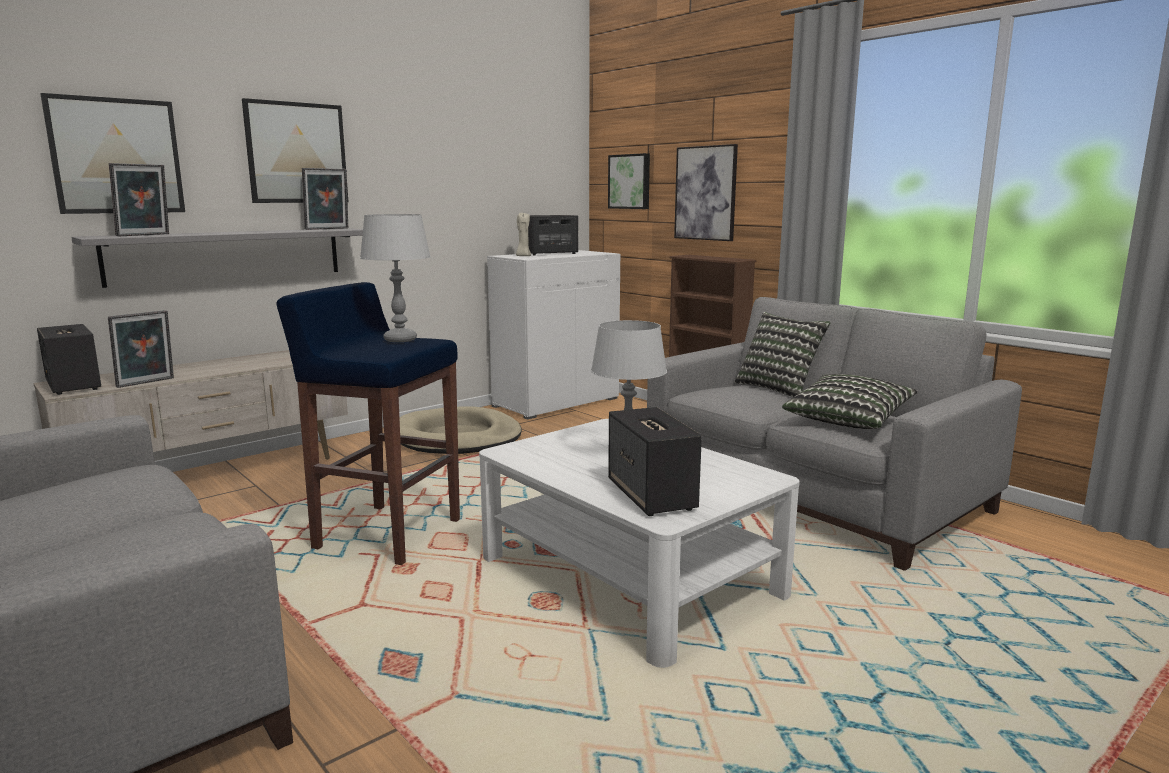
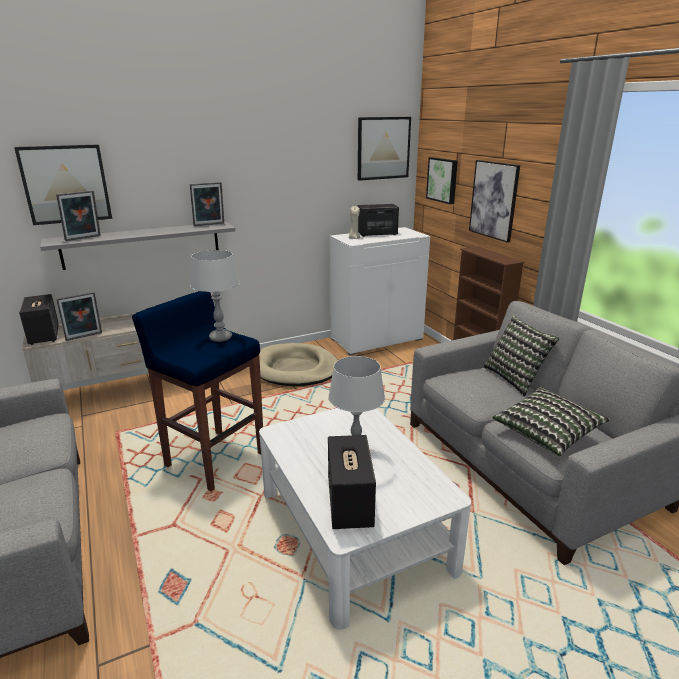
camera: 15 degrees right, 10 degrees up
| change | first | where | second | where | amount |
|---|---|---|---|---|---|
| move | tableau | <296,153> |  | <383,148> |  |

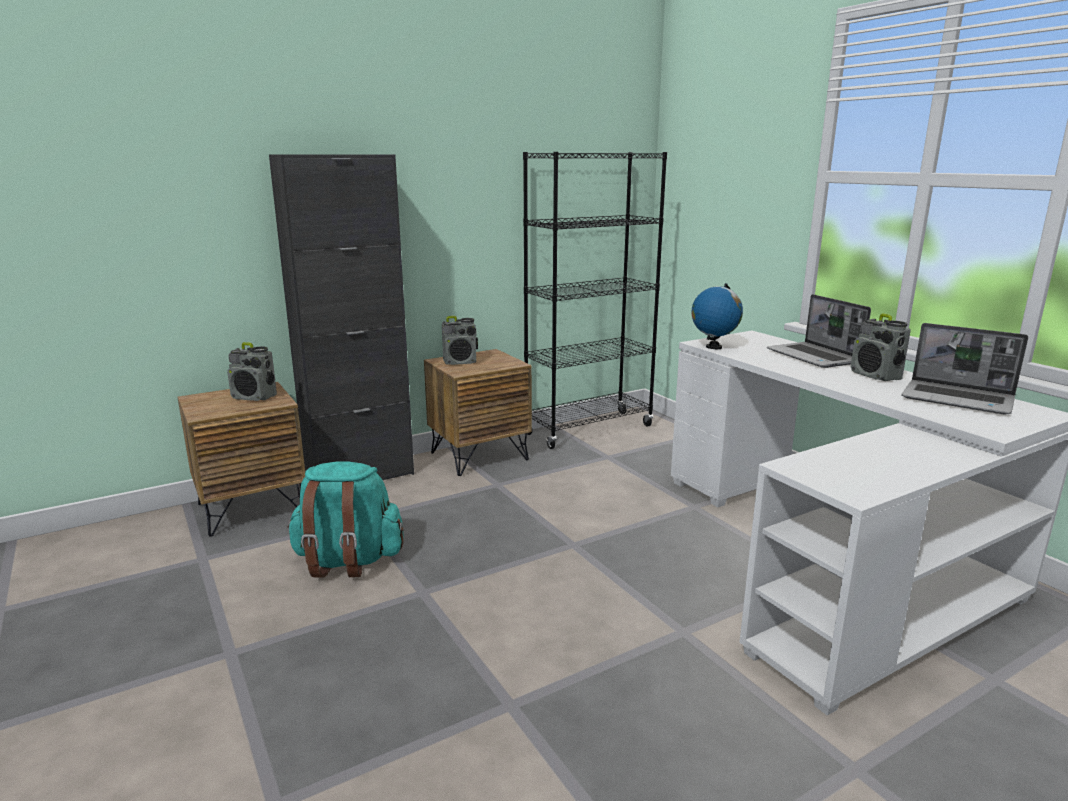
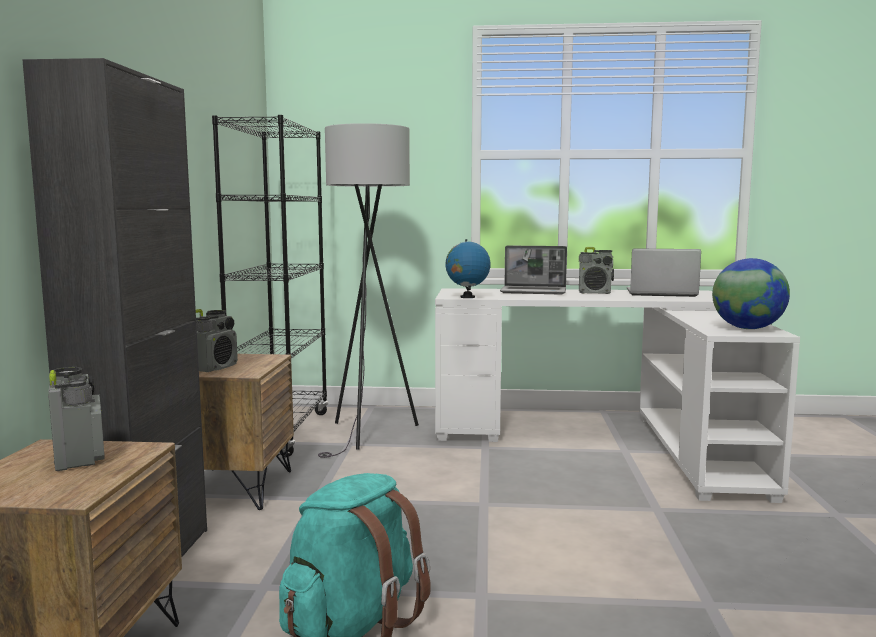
camera: 55 degrees left, 10 degrees down
| change | first | where | second | where | amount |
|---|---|---|---|---|---|
| rotate | radio | <254,397> |  | <79,458> | 75 degrees counterclockwise |
| insert |  |  | lampadaire [gris] | <369,435> |  |
| rotate | ordinateur portable | <959,399> |  | <660,293> | 150 degrees counterclockwise |
| insert |  |  | globe | <747,328> |  |

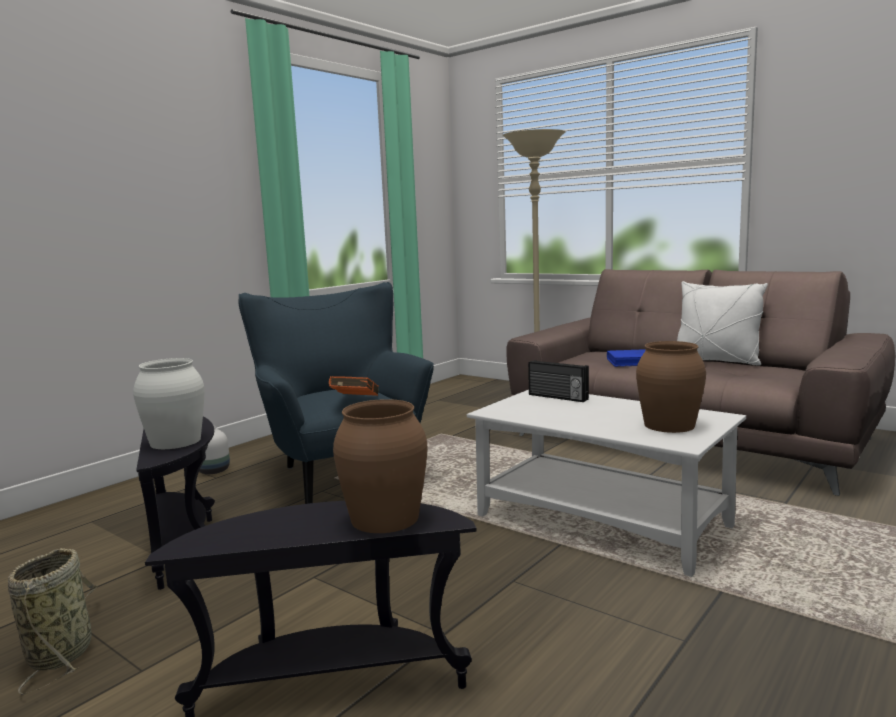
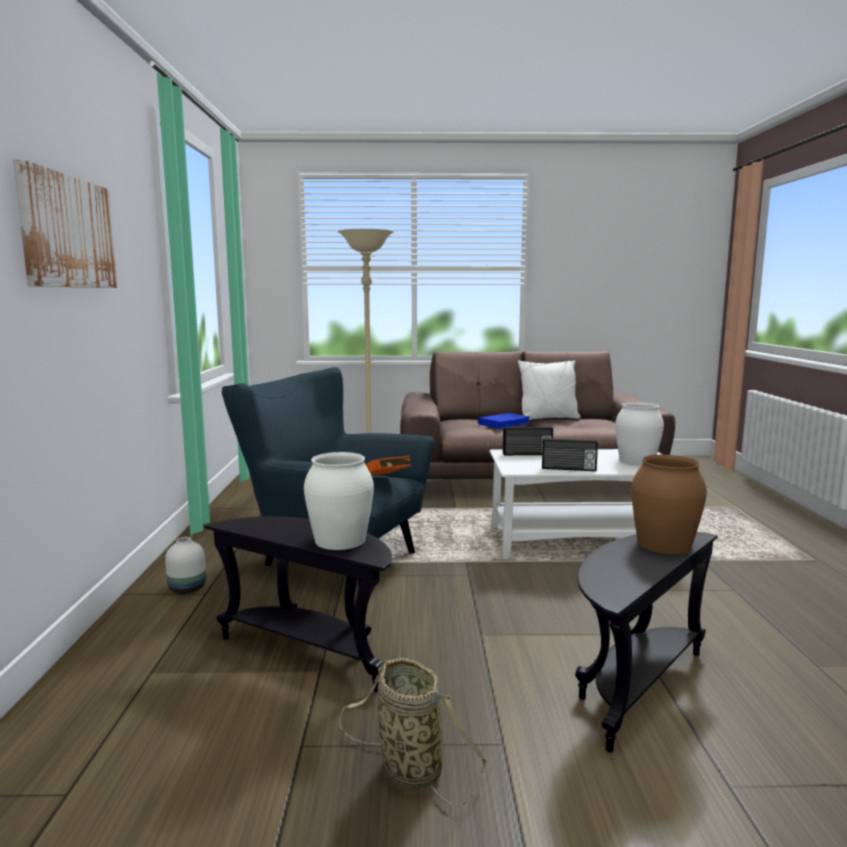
camera: 40 degrees left, 0 degrees up
| change | first | where | second | where | amount |
|---|---|---|---|---|---|
| insert |  |  | tableau | <68,232> |  |
| insert |  |  | radio | <568,469> |  |
| recolor | vase [marron] | <669,425> | vase [blanc] | <636,460> |  |

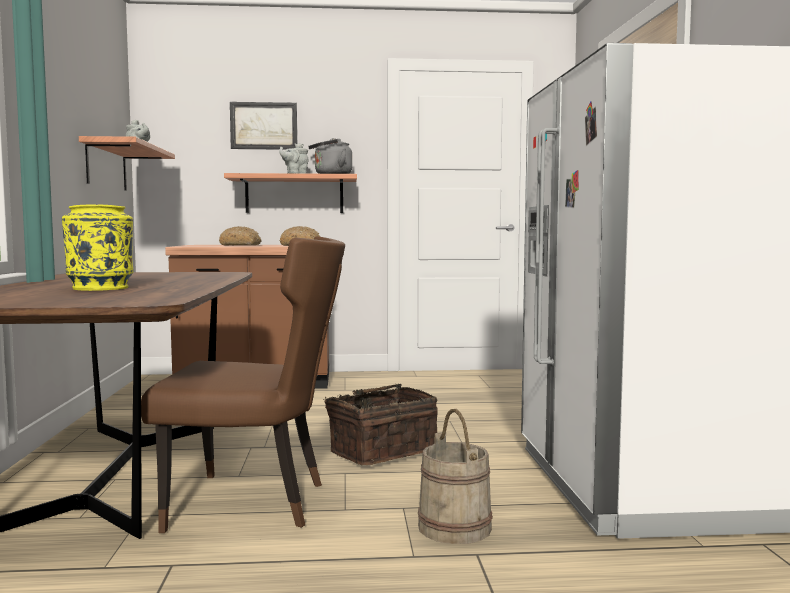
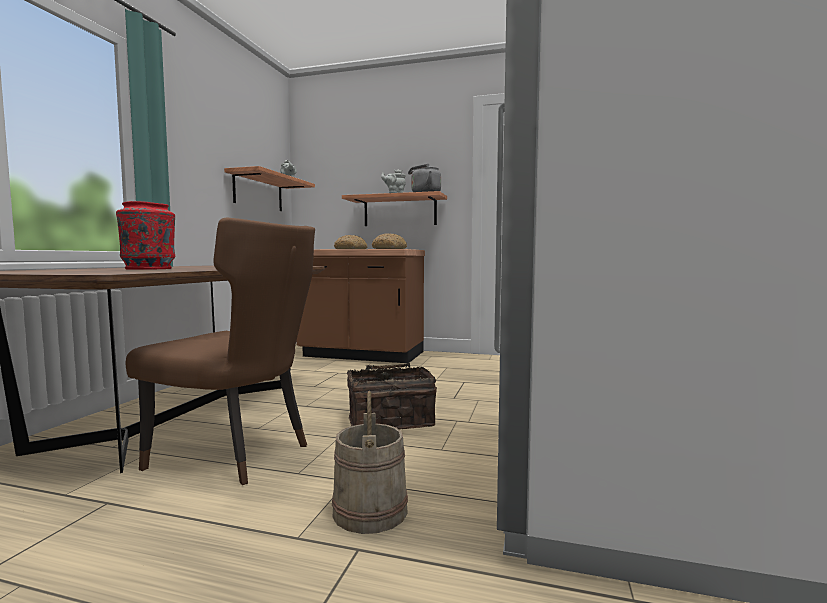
camera: 20 degrees right, 0 degrees up
| change | first | where | second | where | amount |
|---|---|---|---|---|---|
| recolor | vase [jaune] | <100,288> | vase [rouge] | <149,269> |  |
| delete | tableau | <263,126> |  |  |  |

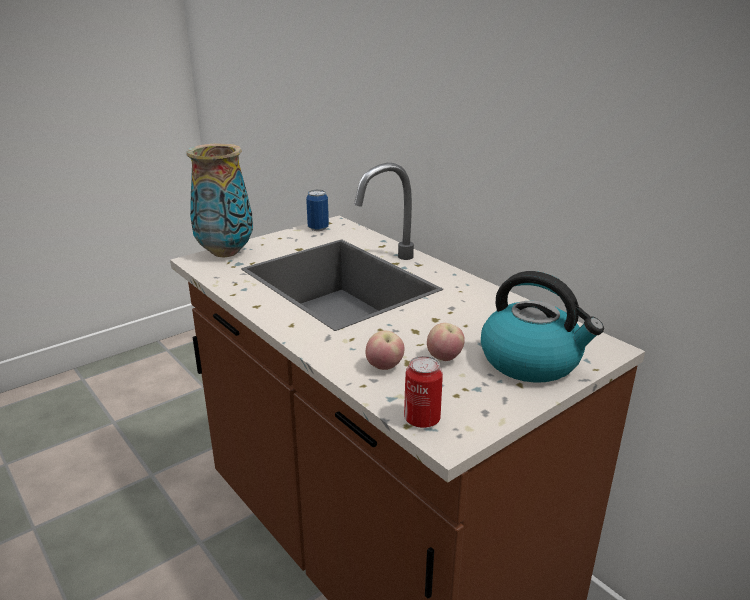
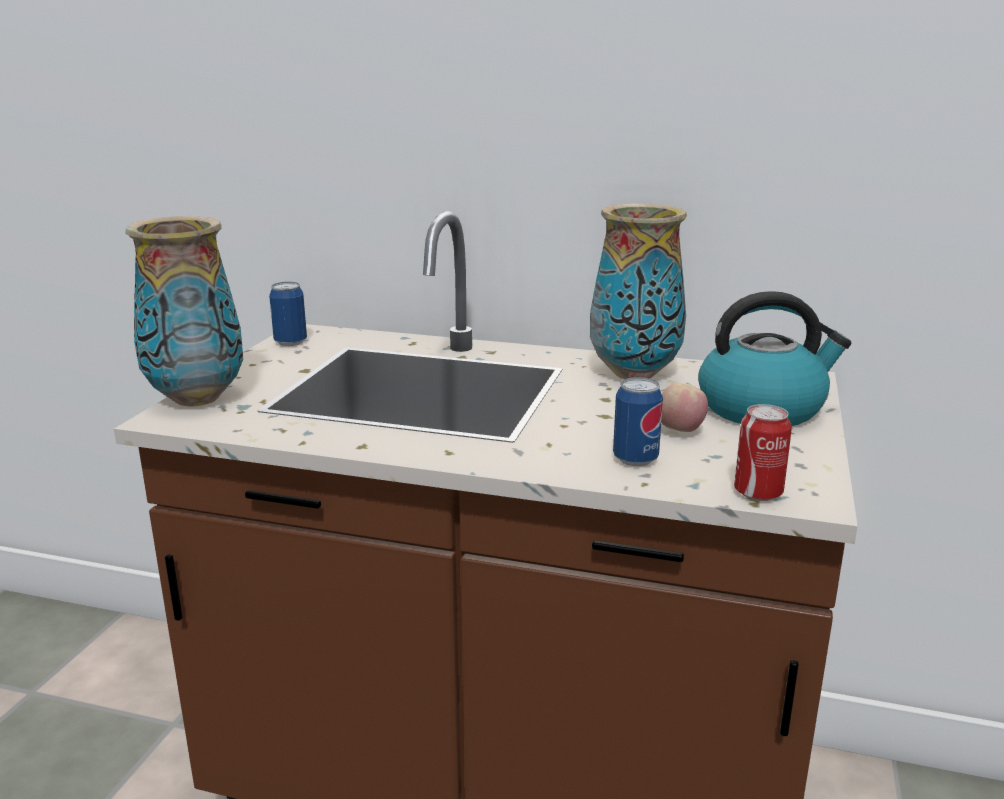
camera: 35 degrees left, 5 degrees down
| change | first | where | second | where | amount |
|---|---|---|---|---|---|
| insert |  |  | vase | <635,373> |  |
| replace | pomme | <384,367> | boîte métallique | <635,459> |  |

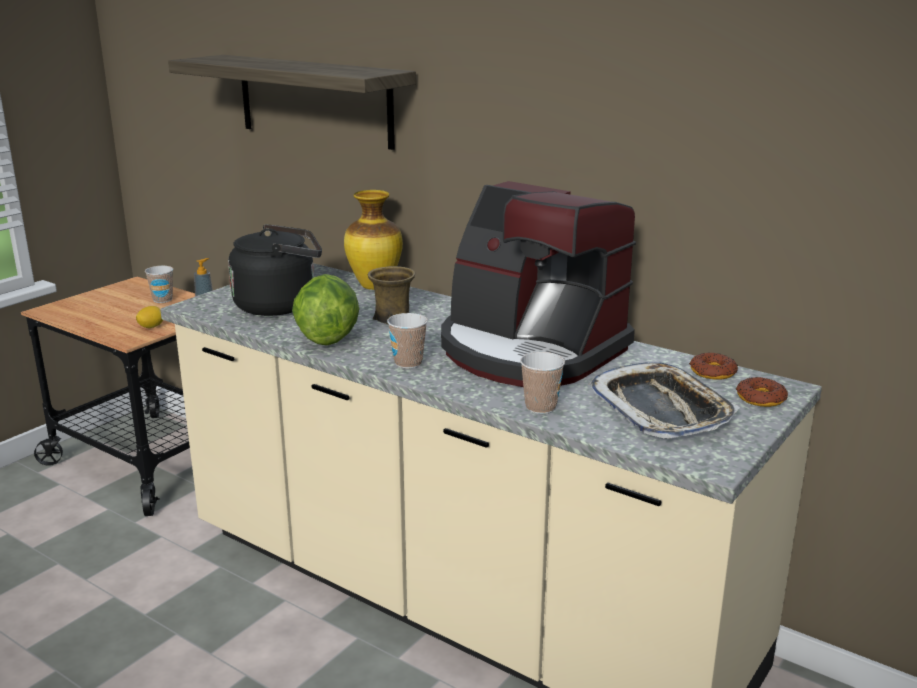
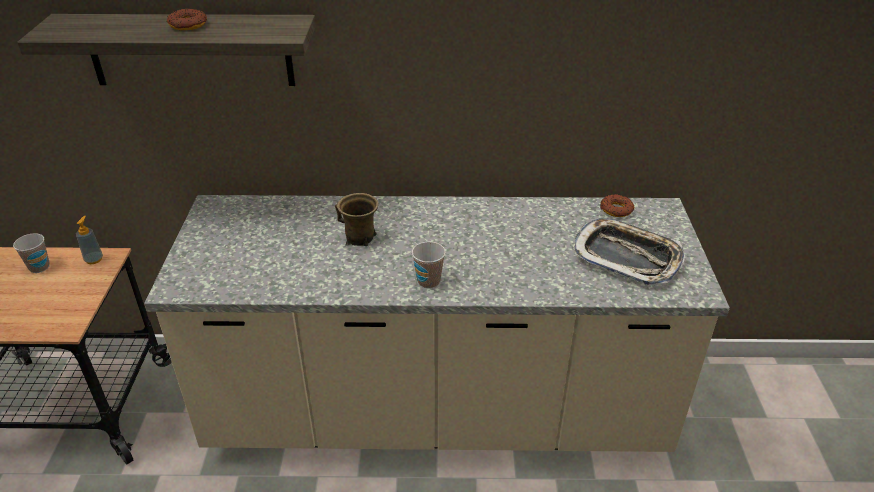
camera: 35 degrees left, 15 degrees up
| change | first | where | second | where | amount |
|---|---|---|---|---|---|
| move | beignet | <760,398> |  | <188,25> |  |
| delete | citron | <151,326> |  |  |  |
| delete | bouilloire [noir] | <280,305> |  |  |  |
| delete | laitue | <327,338> |  |  |  |
| delete | vase | <373,287> |  |  |  |
| delete | machine à café | <530,351> |  |  |  |
| delete | tasse | <540,407> |  |  |  |

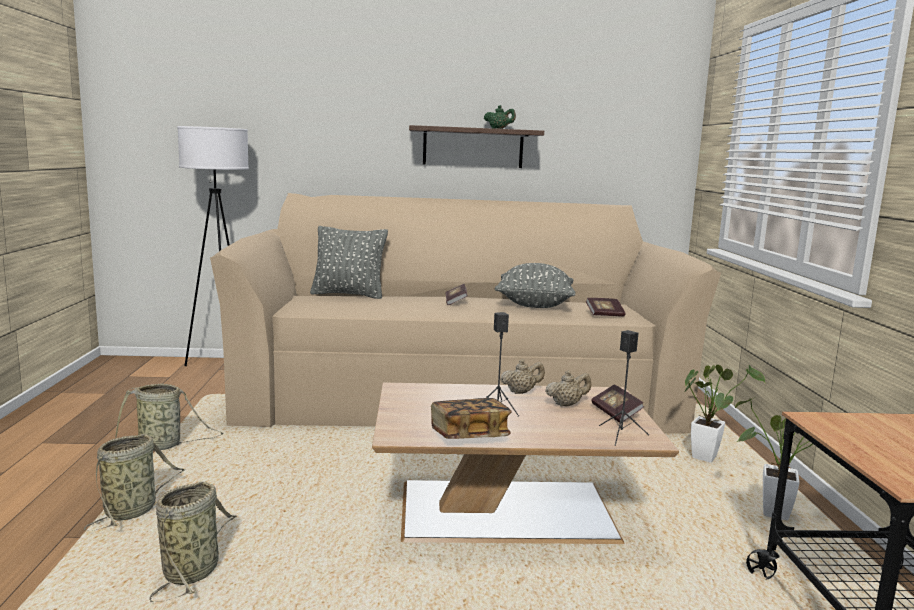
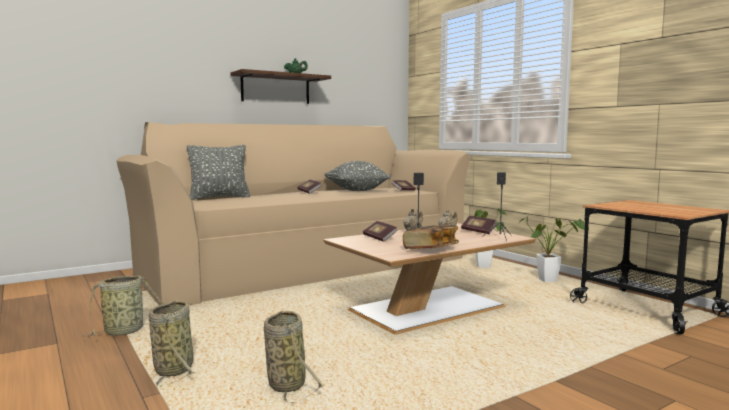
camera: 30 degrees left, 5 degrees down
| change | first | where | second | where | amount |
|---|---|---|---|---|---|
| insert |  |  | livre | <379,238> |  |
| delete | lampadaire [blanc] | <221,368> |  |  |  |

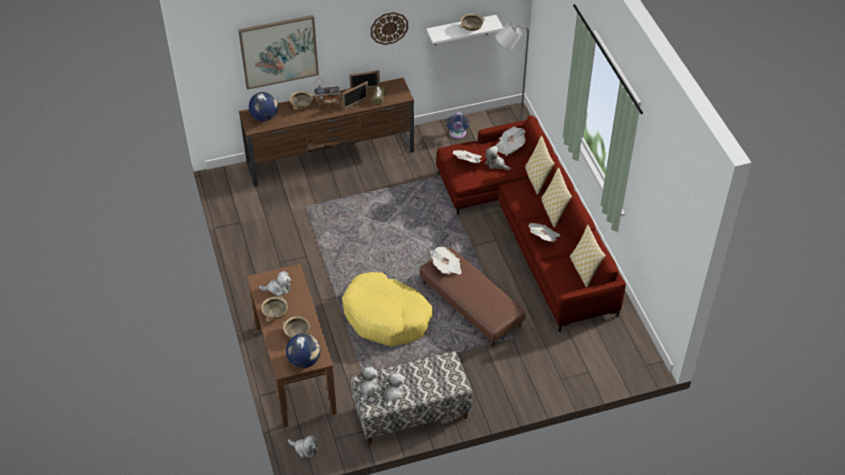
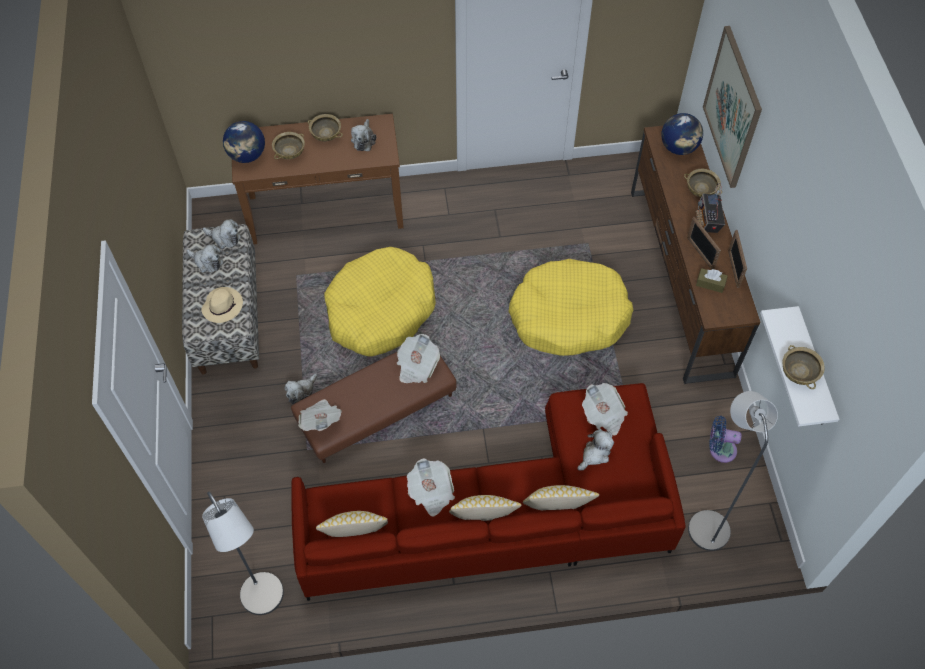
camera: 100 degrees right, 10 degrees up
| change | first | where | second | where | amount |
|---|---|---|---|---|---|
| insert |  |  | chapeau [beige] | <223,306> |  |
| insert |  |  | lampadaire [gris] | <266,601> |  |
| move | peluche | <305,449> |  | <302,393> |  |
| move | journal | <509,147> |  | <321,420> |  |
| insert |  |  | panier pour chien [jaune] | <568,316> |  |
| delete | horloge murale | <389,28> |  |  |  |

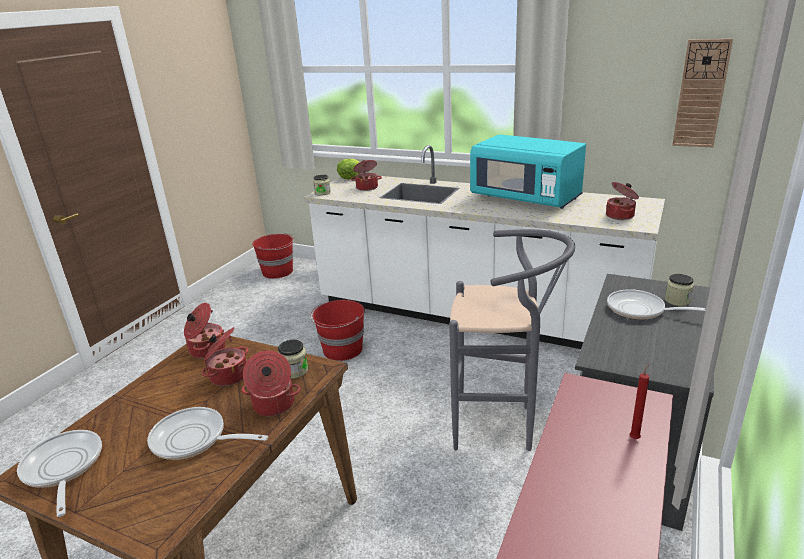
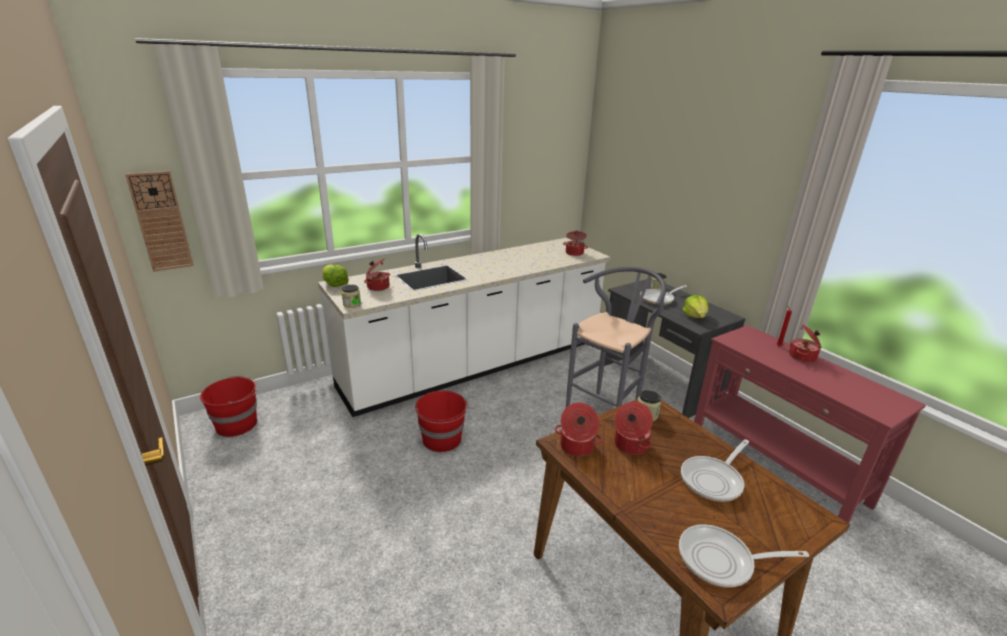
camera: 60 degrees left, 0 degrees up
| change | first | where | second | where | amount |
|---|---|---|---|---|---|
| move | horloge murale | <701,94> |  | <161,222> |  |
| insert |  |  | laitue | <695,316> |  |
| move | marmite | <273,405> |  | <803,357> |  |
| delete | micro-ondes [turquoise] | <526,198> |  |  |  |

